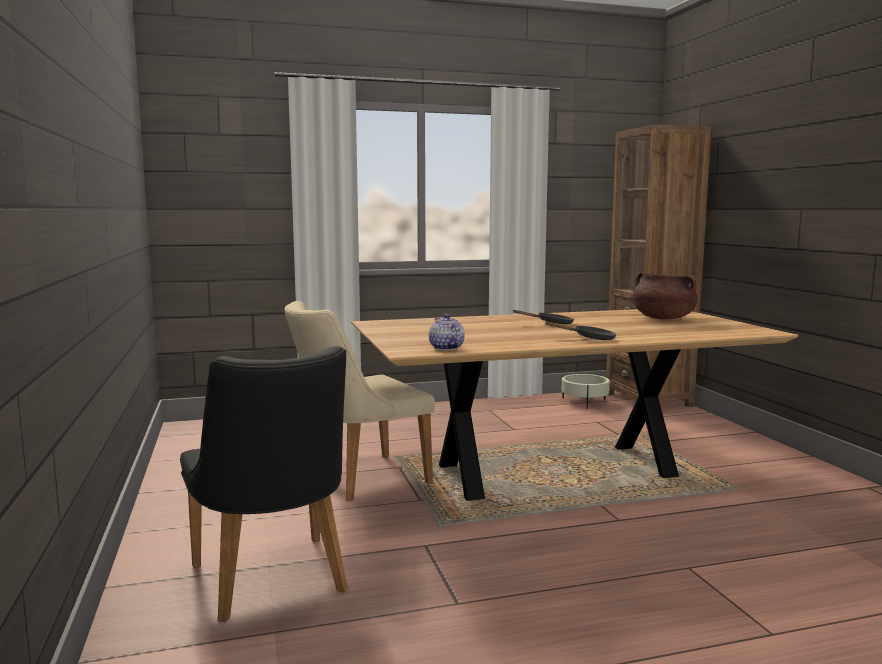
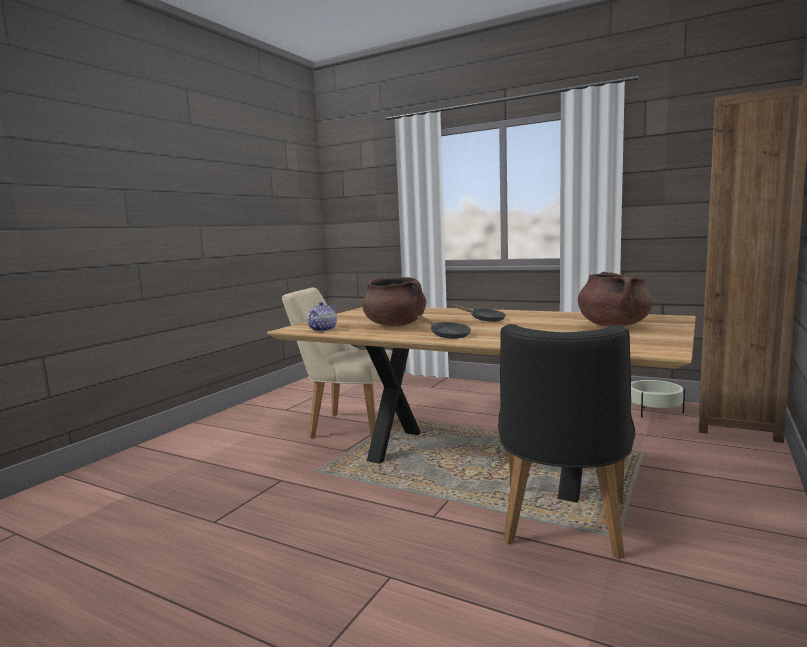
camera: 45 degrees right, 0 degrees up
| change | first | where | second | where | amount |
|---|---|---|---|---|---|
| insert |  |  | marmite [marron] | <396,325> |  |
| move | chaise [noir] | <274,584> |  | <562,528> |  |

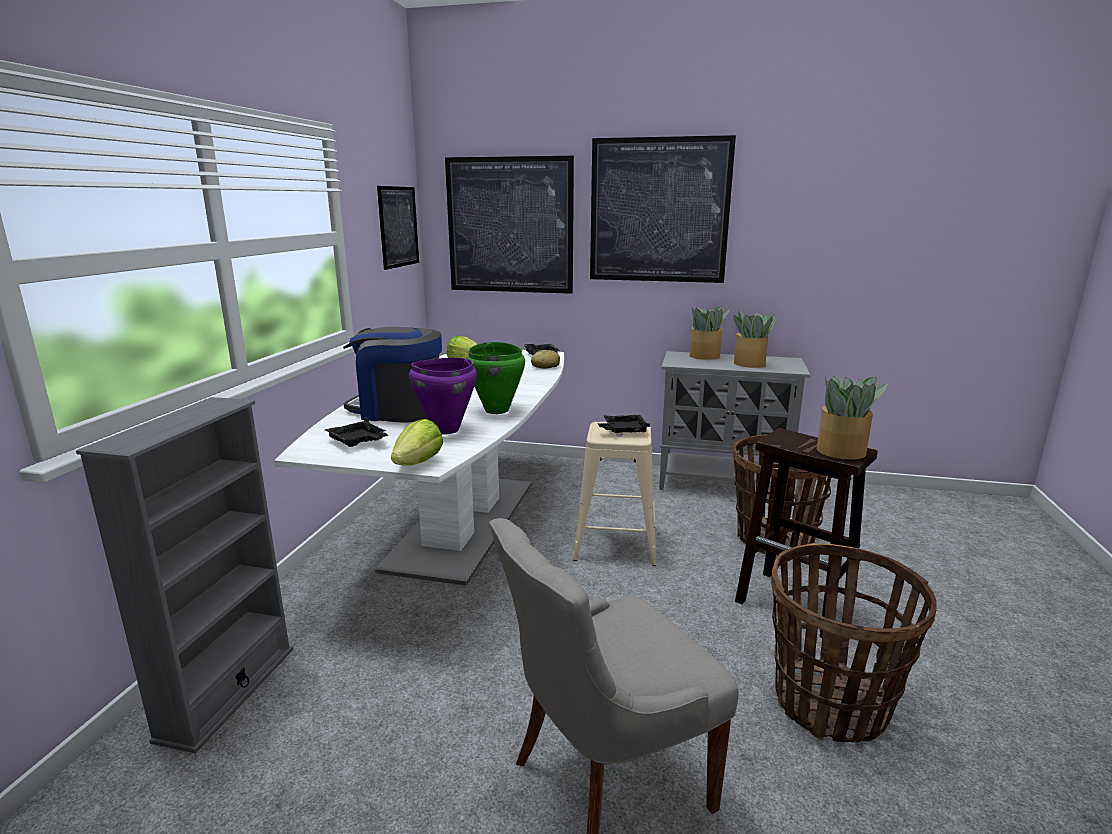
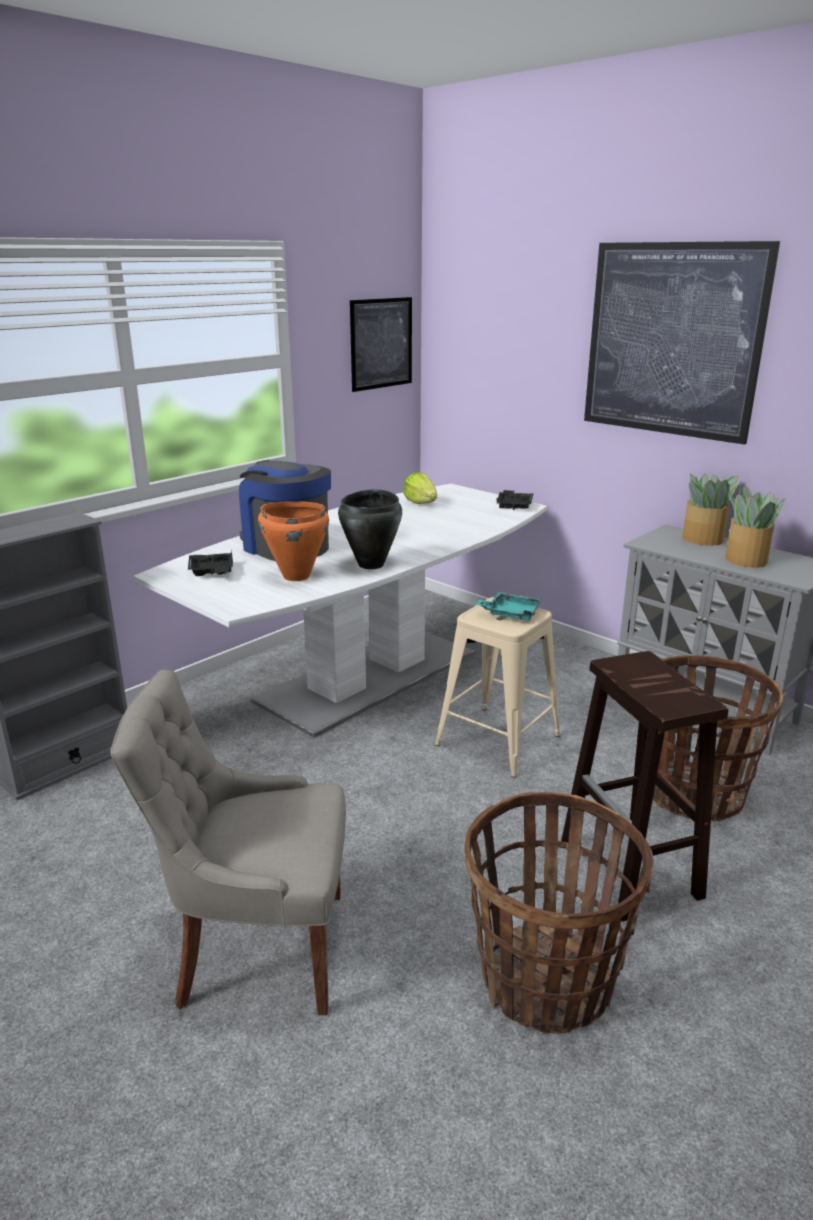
camera: 30 degrees right, 5 degrees up
| change | first | where | second | where | amount |
|---|---|---|---|---|---|
| recolor | marmite [violet] | <445,430> | marmite [orange] | <296,576> |  |
| recolor | marmite [vert] | <497,410> | marmite [noir] | <371,564> |  |
| recolor | plateau [noir] | <623,430> | plateau [turquoise] | <510,613> |  |
| delete | laitue | <418,463> |  |  |  |
| delete | tableau | <510,226> |  |  |  |
| delete | pain | <545,366> |  |  |  |
| delete | plante en pot | <842,451> |  |  |  |

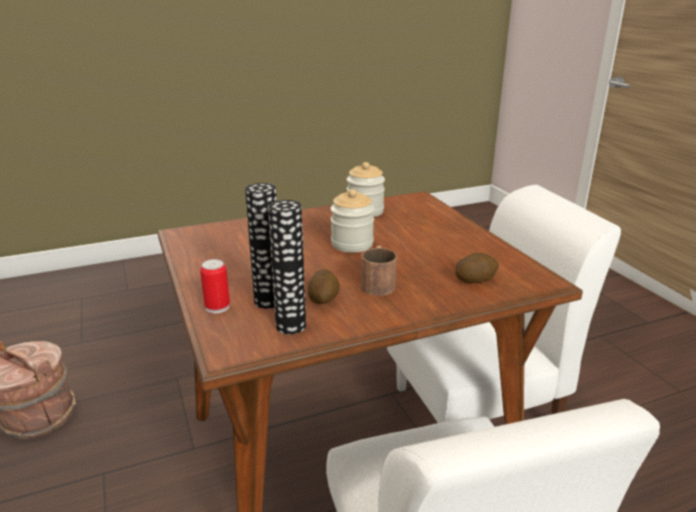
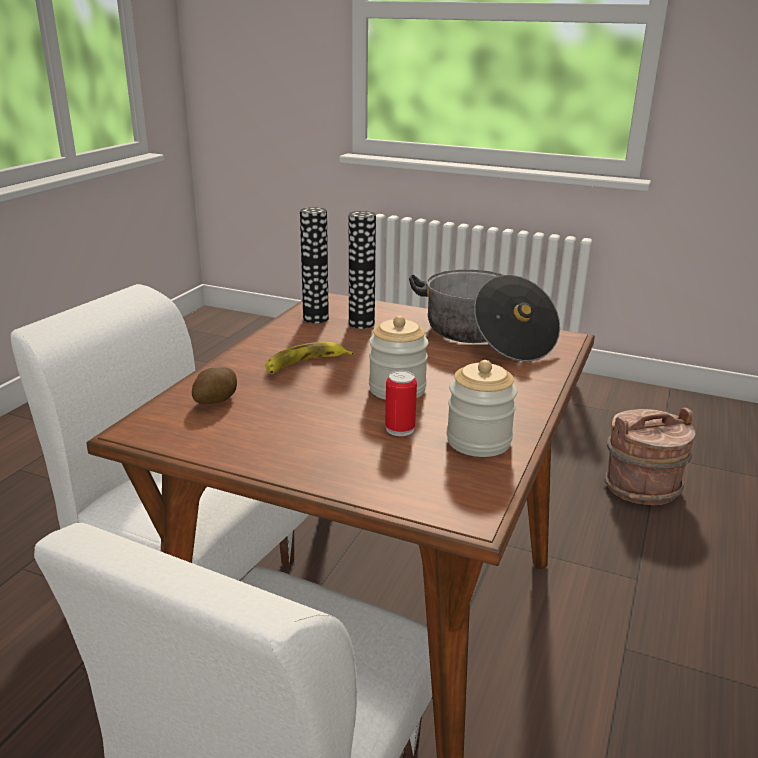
camera: 135 degrees right, 0 degrees up
| change | first | where | second | where | amount |
|---|---|---|---|---|---|
| replace | mug [marron] | <378,282> | banane | <305,364> |  |
| move | boîte métallique | <217,307> |  | <400,429> |  |
| insert |  |  | marmite | <484,336> |  |
| delete | pomme de terre | <324,299> |  |  |  |

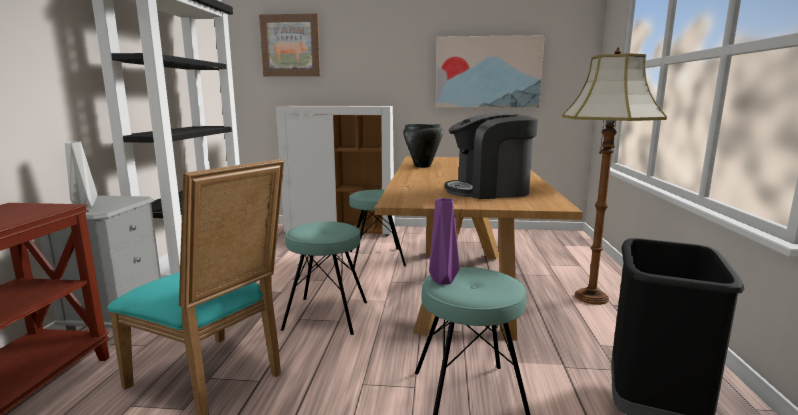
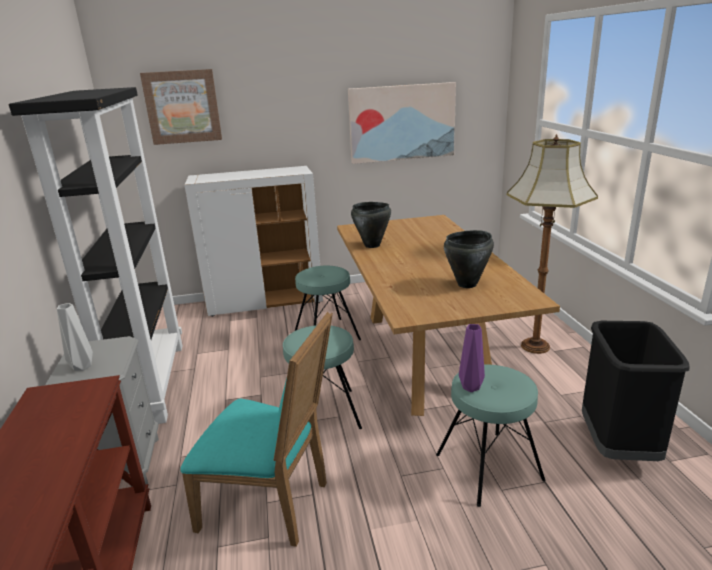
camera: 15 degrees left, 10 degrees up
| change | first | where | second | where | amount |
|---|---|---|---|---|---|
| replace | machine à café | <489,191> | marmite [noir] | <467,284> |  |

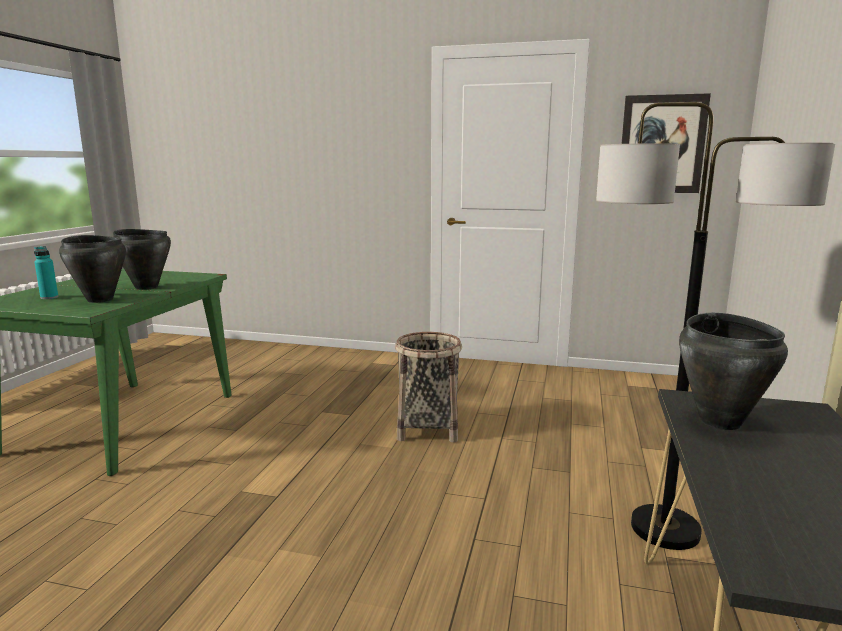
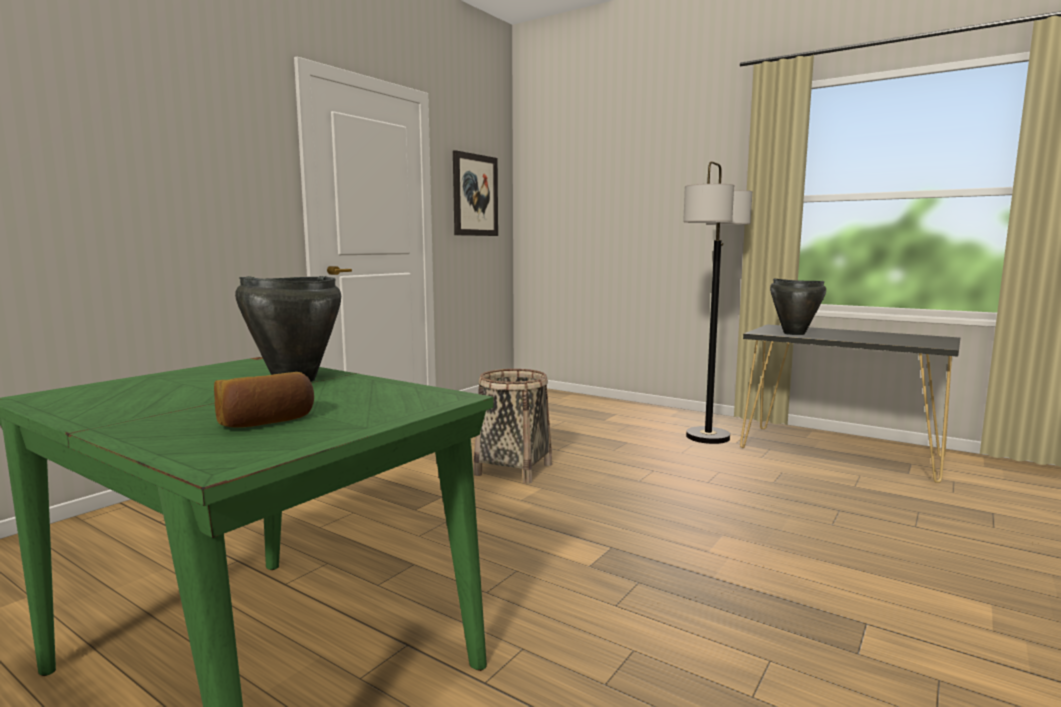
camera: 70 degrees left, 5 degrees down
| change | first | where | second | where | amount |
|---|---|---|---|---|---|
| replace | bouteille [turquoise] | <49,297> | pain | <267,422> |  |
| delete | marmite [noir] | <100,300> |  |  |  |

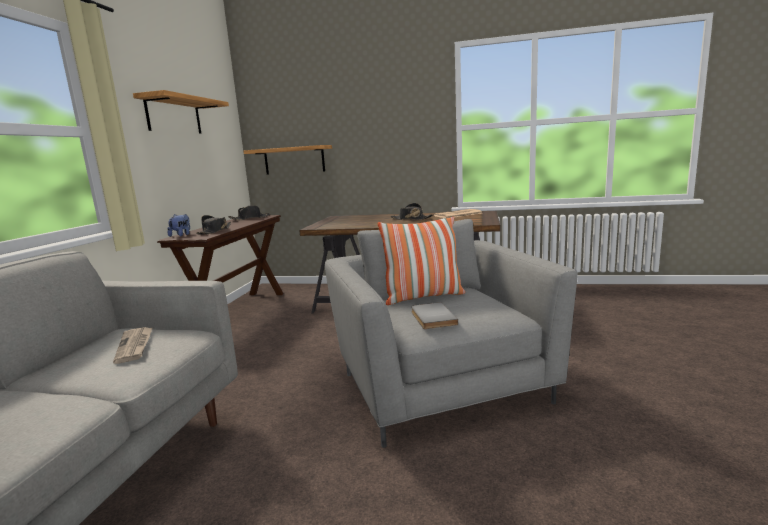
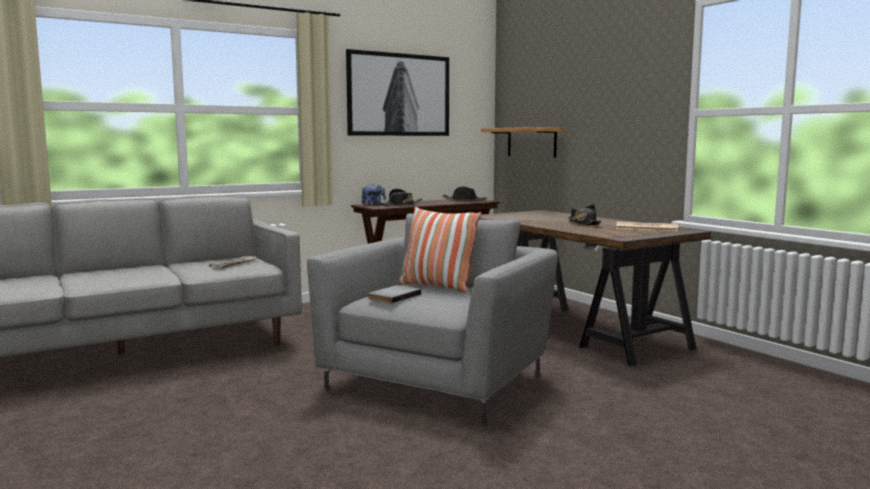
camera: 45 degrees right, 5 degrees down
| change | first | where | second | where | amount |
|---|---|---|---|---|---|
| replace | étagère | <174,116> | tableau | <398,95> |  |

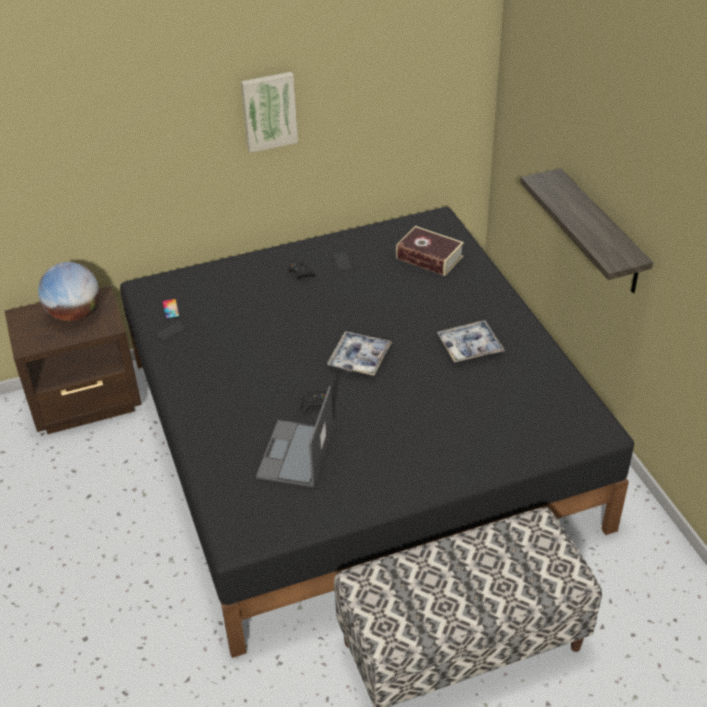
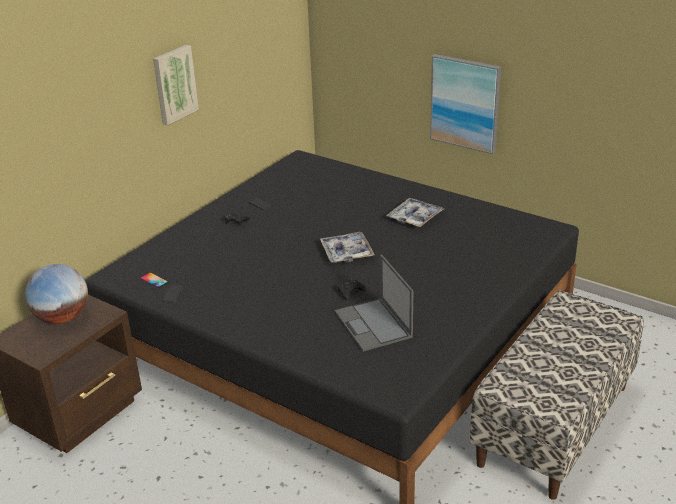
camera: 35 degrees left, 10 degrees down
| change | first | where | second | where | amount |
|---|---|---|---|---|---|
| replace | étagère | <601,233> | tableau | <465,103> |  |
| delete | livre | <429,257> |  |  |  |

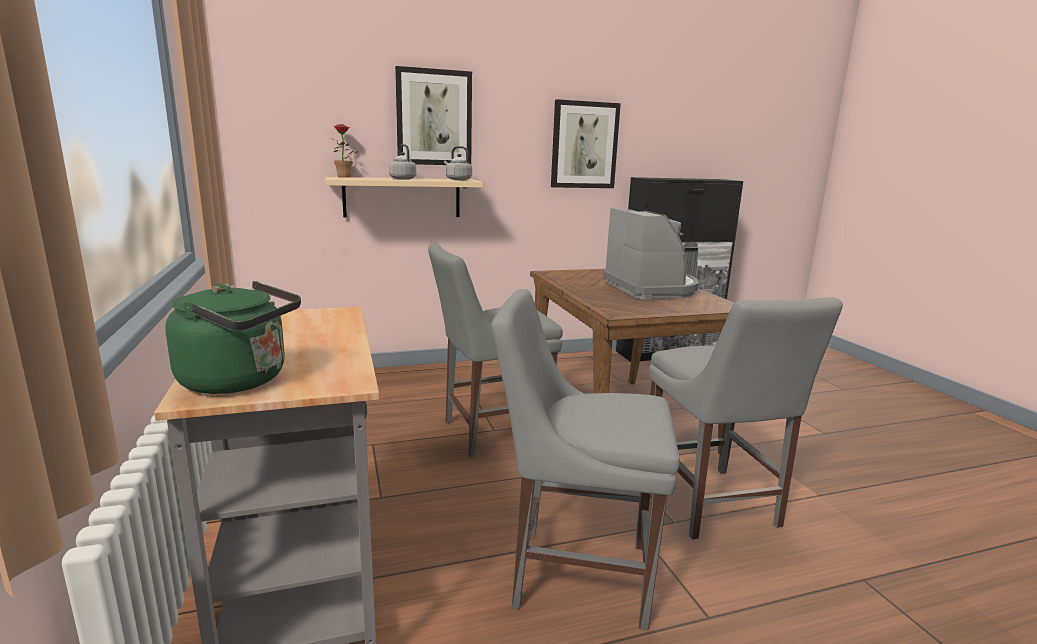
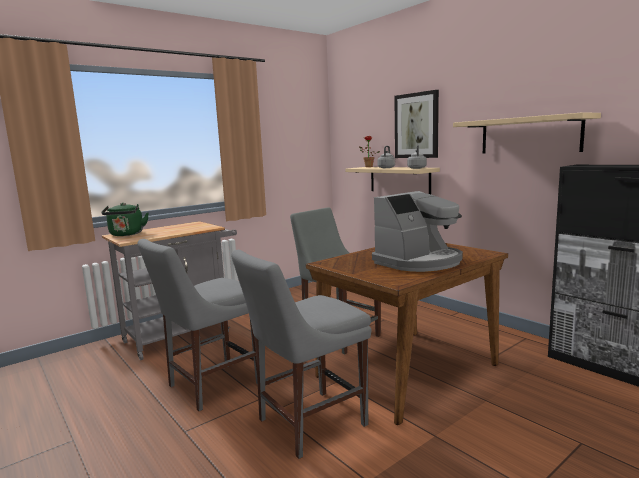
camera: 70 degrees right, 5 degrees down
| change | first | where | second | where | amount |
|---|---|---|---|---|---|
| rotate | chaise [gris] | <573,572> |  | <210,386> | 120 degrees counterclockwise |
| replace | tableau | <584,145> | étagère [beige] | <529,135> |  |

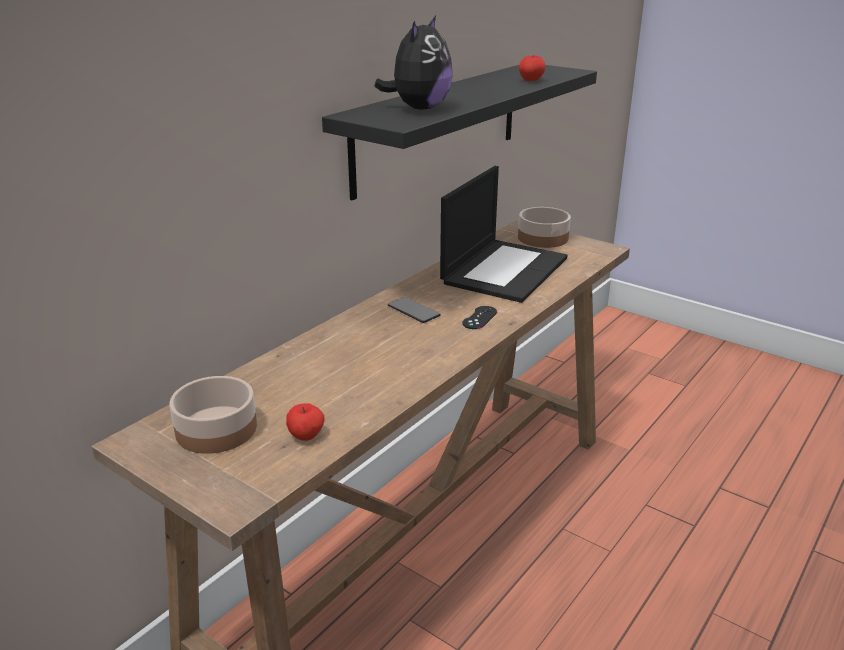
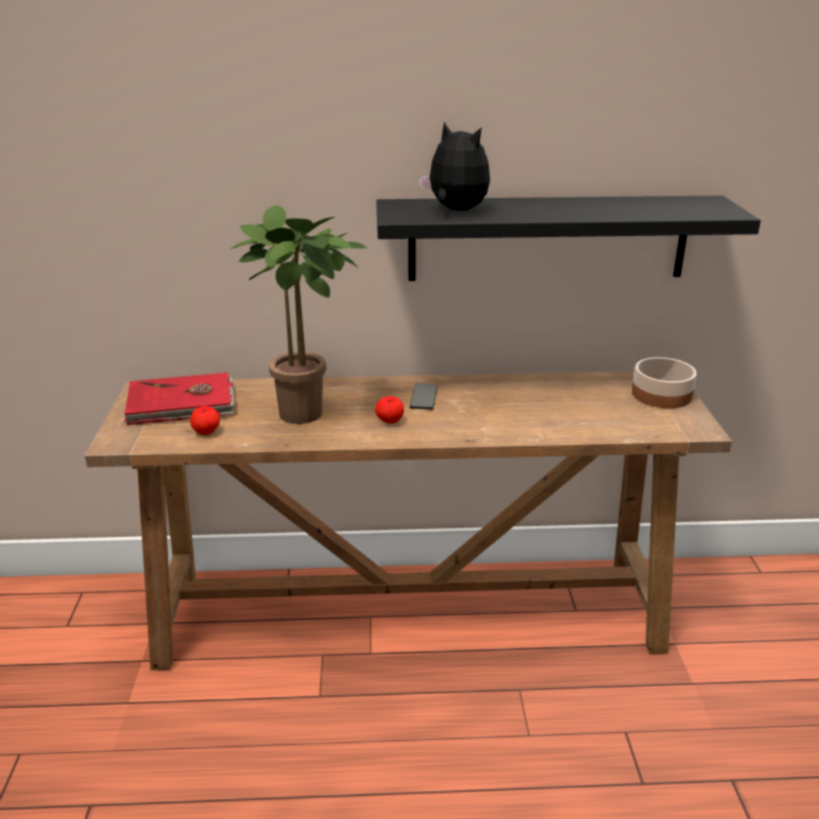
camera: 50 degrees right, 0 degrees up
| change | first | where | second | where | amount |
|---|---|---|---|---|---|
| replace | bol | <218,429> | livre [rouge] | <181,404> |  |
| insert |  |  | plante en pot | <308,414> |  |
| move | pomme | <530,80> |  | <389,421> |  |
| rotate | peluche | <419,108> |  | <455,210> | 120 degrees counterclockwise |
| delete | ordinateur portable | <504,269> |  |  |  |
| delete | manette [noir] | <479,318> |  |  |  |

